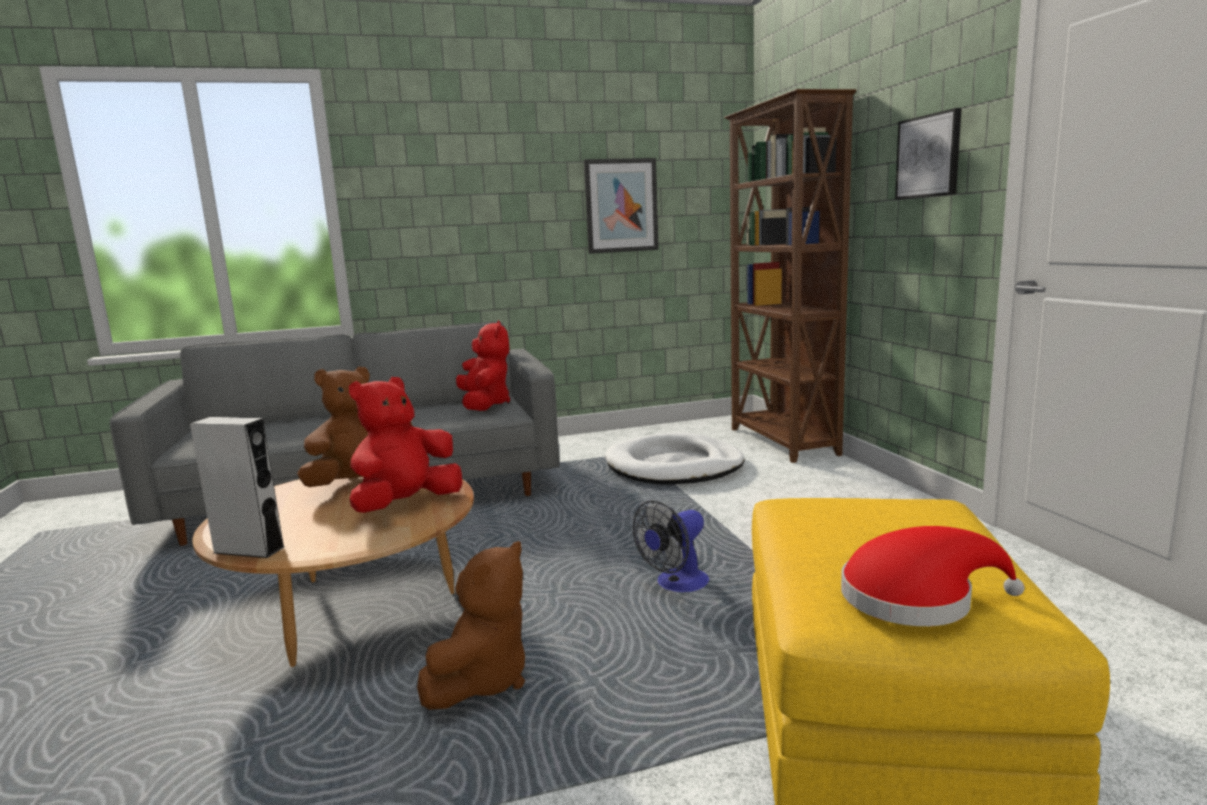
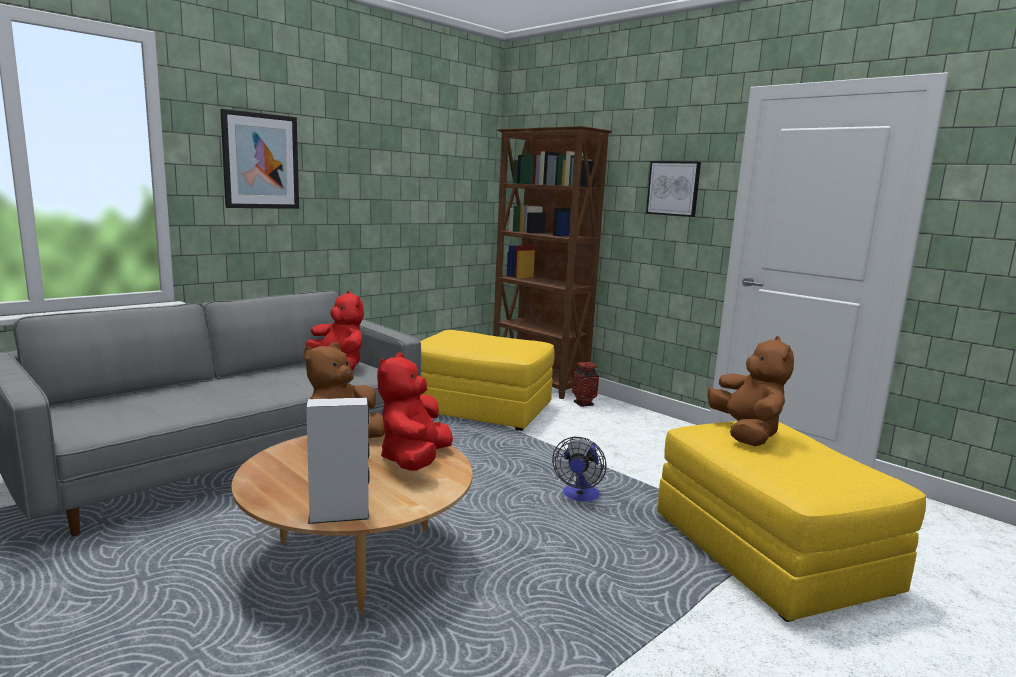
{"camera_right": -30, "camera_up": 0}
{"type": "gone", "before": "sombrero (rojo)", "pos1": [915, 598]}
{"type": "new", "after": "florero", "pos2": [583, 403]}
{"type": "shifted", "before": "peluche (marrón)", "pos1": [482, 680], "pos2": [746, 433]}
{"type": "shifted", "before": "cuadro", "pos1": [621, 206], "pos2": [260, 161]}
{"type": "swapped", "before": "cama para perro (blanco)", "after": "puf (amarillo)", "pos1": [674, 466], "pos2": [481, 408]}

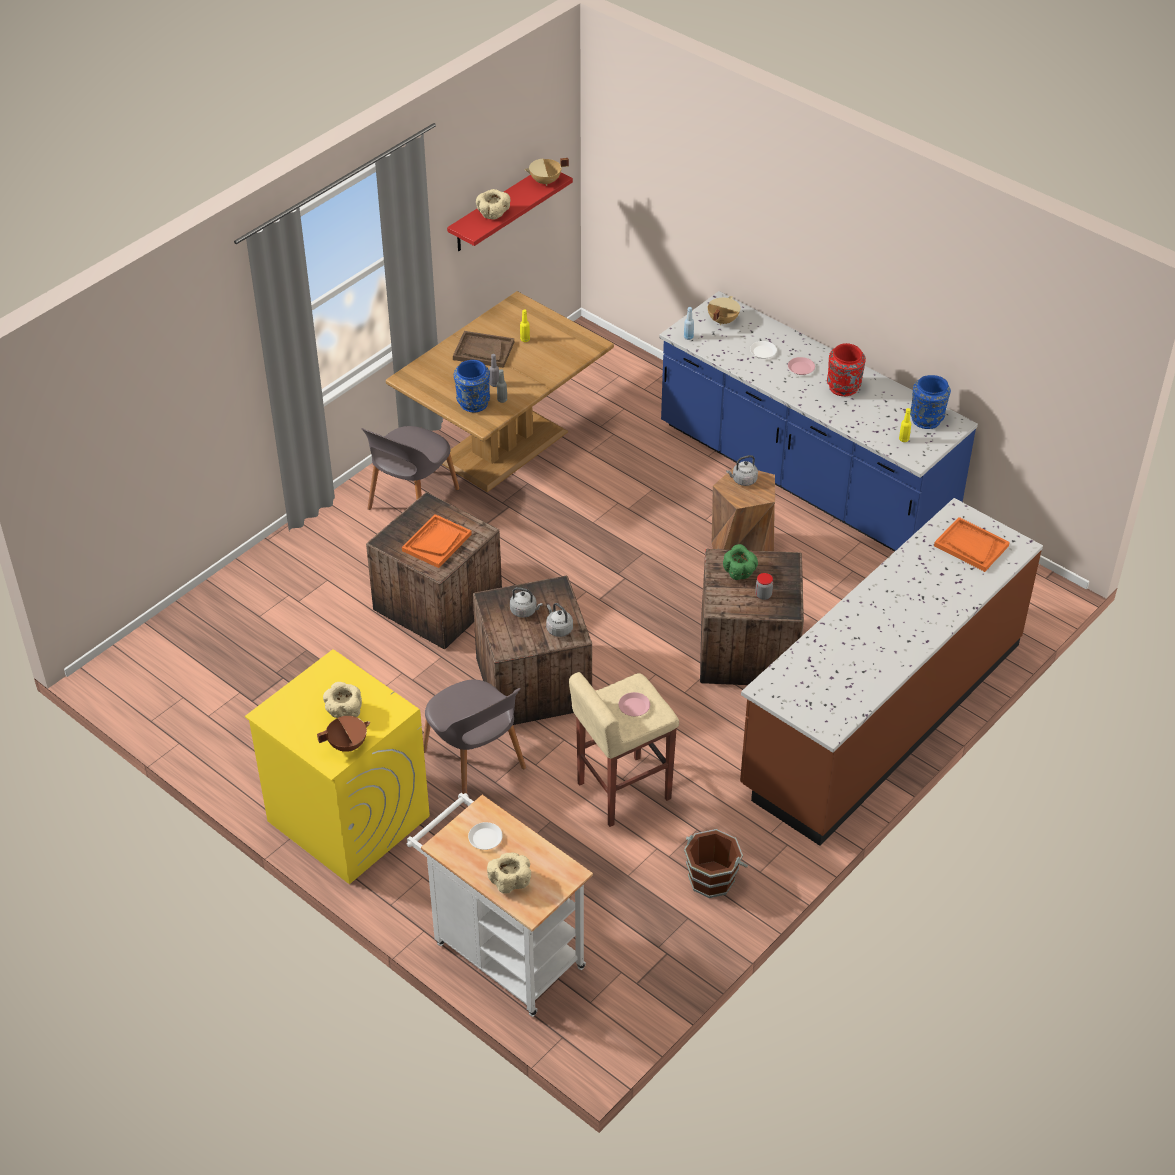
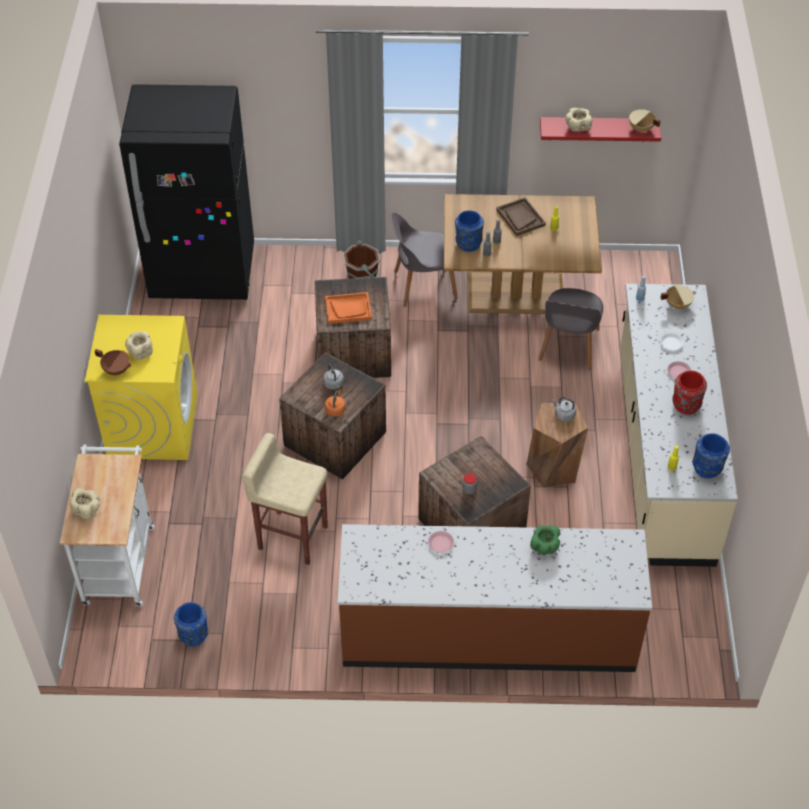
{"camera_right": 50, "camera_up": 5}
{"type": "gone", "before": "plato (blanco)", "pos1": [485, 838]}
{"type": "gone", "before": "bandeja (naranja)", "pos1": [971, 546]}
{"type": "new", "after": "nevera (negro)", "pos2": [203, 274]}
{"type": "new", "after": "florero (azul)", "pos2": [193, 635]}
{"type": "shifted", "before": "silla (gris)", "pos1": [475, 762], "pos2": [568, 346]}
{"type": "shifted", "before": "plato (rosa)", "pos1": [634, 707], "pos2": [440, 543]}
{"type": "shifted", "before": "cubo (marrón)", "pos1": [711, 878], "pos2": [362, 276]}
{"type": "shifted", "before": "cuenco (verde)", "pos1": [740, 572], "pos2": [545, 547]}
{"type": "repainted", "before": "hervidor (gris)", "after": "hervidor (naranja)", "pos1": [558, 628], "pos2": [335, 409]}
{"type": "repainted", "before": "mueble bajo de cocina (azul)", "after": "mueble bajo de cocina (beis)", "pos1": [804, 477], "pos2": [662, 456]}

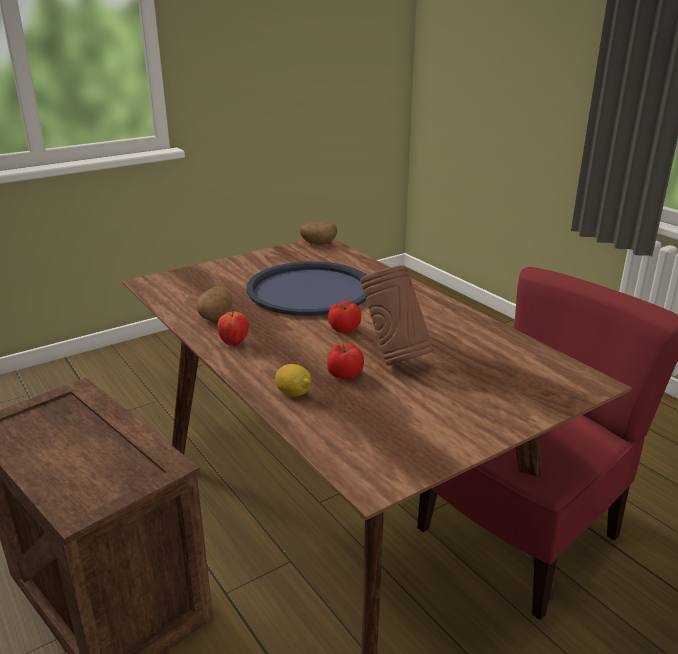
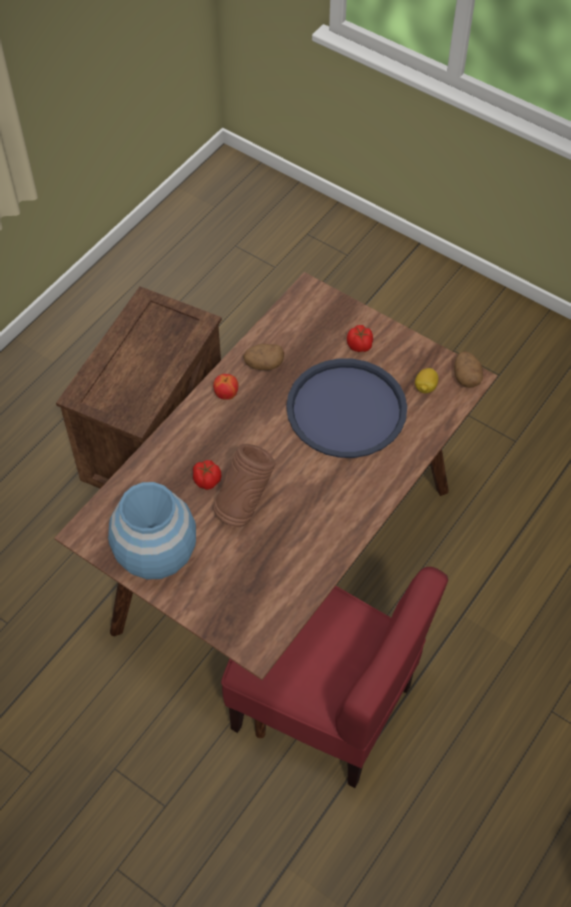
{"camera_right": 70, "camera_up": 30}
{"type": "new", "after": "florero (azul)", "pos2": [156, 555]}
{"type": "shifted", "before": "limón", "pos1": [293, 393], "pos2": [425, 387]}
{"type": "shifted", "before": "tomate", "pos1": [345, 329], "pos2": [360, 346]}

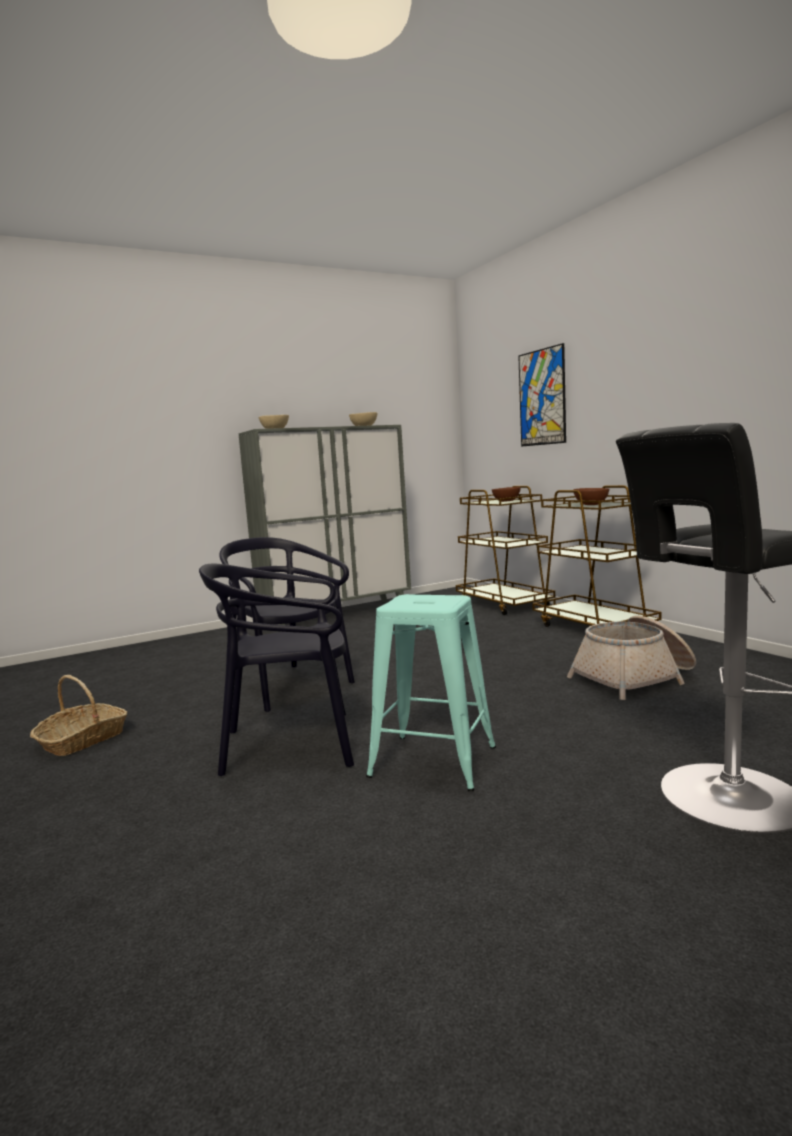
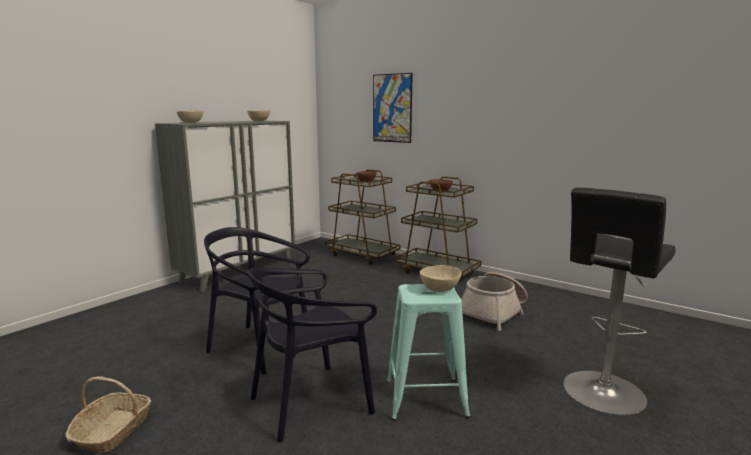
{"camera_right": -25, "camera_up": 5}
{"type": "new", "after": "cuenco (beis)", "pos2": [441, 289]}

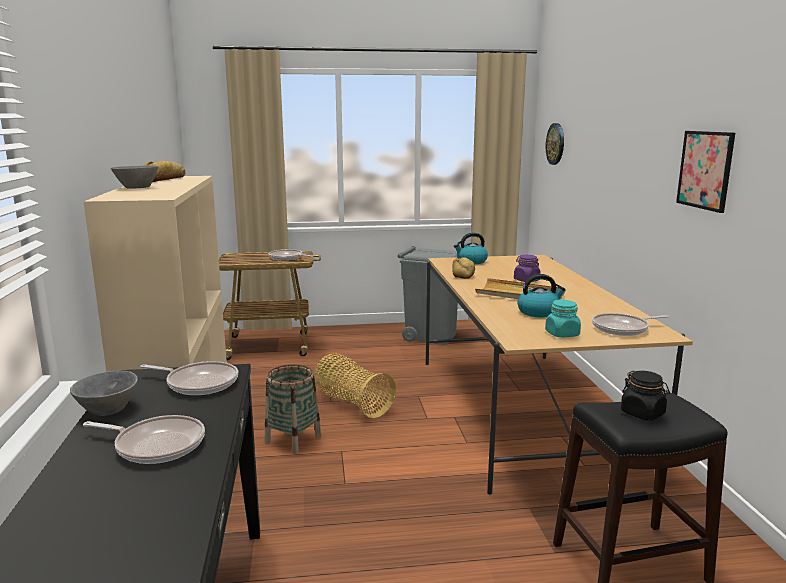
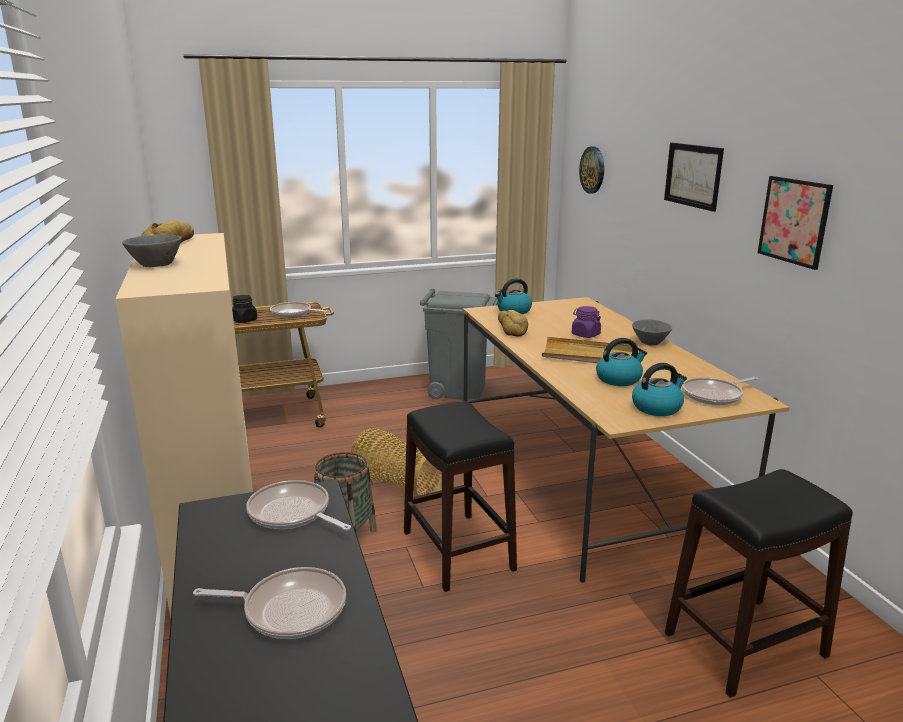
{"camera_right": -10, "camera_up": 5}
{"type": "new", "after": "taburete (negro)", "pos2": [457, 551]}
{"type": "new", "after": "cuadro", "pos2": [693, 175]}
{"type": "shifted", "before": "cuenco (gris)", "pos1": [106, 409], "pos2": [649, 342]}
{"type": "shifted", "before": "tarro (negro)", "pos1": [642, 413], "pos2": [244, 320]}
{"type": "swapped", "before": "tarro (turquesa)", "after": "hervidor", "pos1": [562, 334], "pos2": [657, 407]}
{"type": "rotated", "before": "sartén", "pos1": [199, 383], "pos2": [292, 513], "turn": -150}

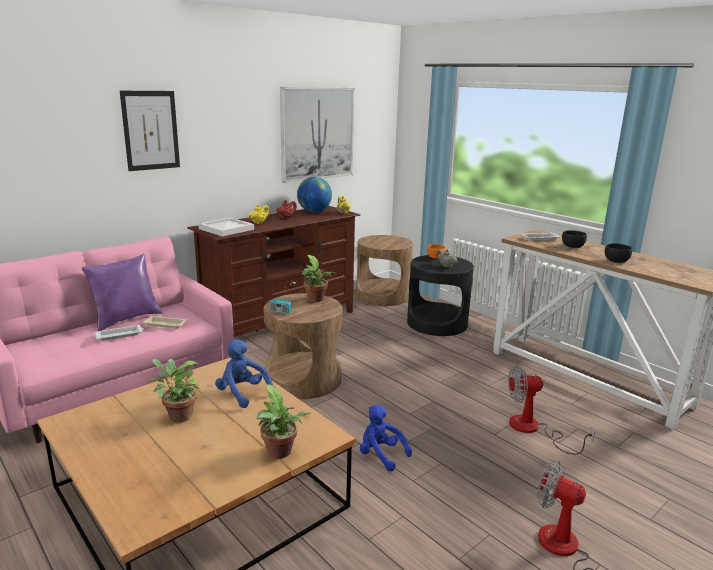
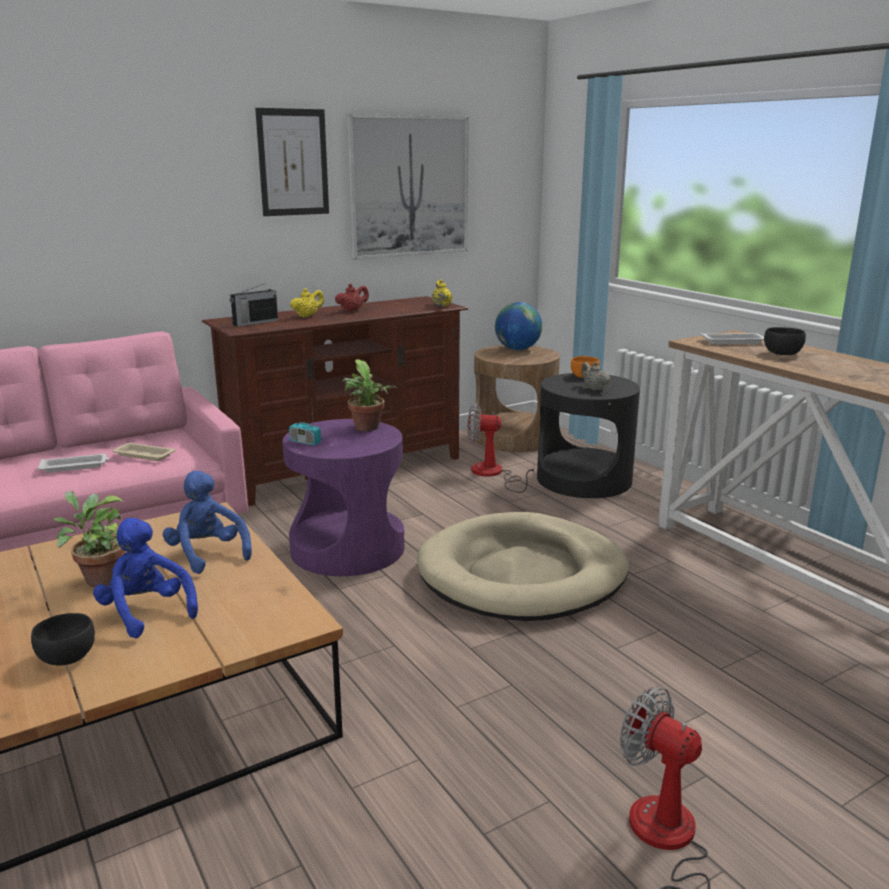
{"camera_right": 10, "camera_up": 0}
{"type": "gone", "before": "cojín (morado)", "pos1": [126, 319]}
{"type": "gone", "before": "planta en maceta", "pos1": [280, 453]}
{"type": "new", "after": "cama para perro (beis)", "pos2": [522, 574]}
{"type": "shifted", "before": "cuadro", "pos1": [150, 130], "pos2": [293, 162]}
{"type": "shifted", "before": "globo terráqueo", "pos1": [314, 212], "pos2": [517, 349]}
{"type": "shifted", "before": "peluche (azul)", "pos1": [381, 455], "pos2": [146, 612]}
{"type": "shifted", "before": "ventilador", "pos1": [533, 429], "pos2": [493, 474]}
{"type": "shifted", "before": "cuenco (negro)", "pos1": [616, 261], "pos2": [66, 657]}
{"type": "swapped", "before": "bandeja (blanco)", "after": "radio", "pos1": [226, 229], "pos2": [254, 323]}
{"type": "repainted", "before": "mesa auxiliar (marrón)", "after": "mesa auxiliar (morado)", "pos1": [304, 379], "pos2": [348, 548]}

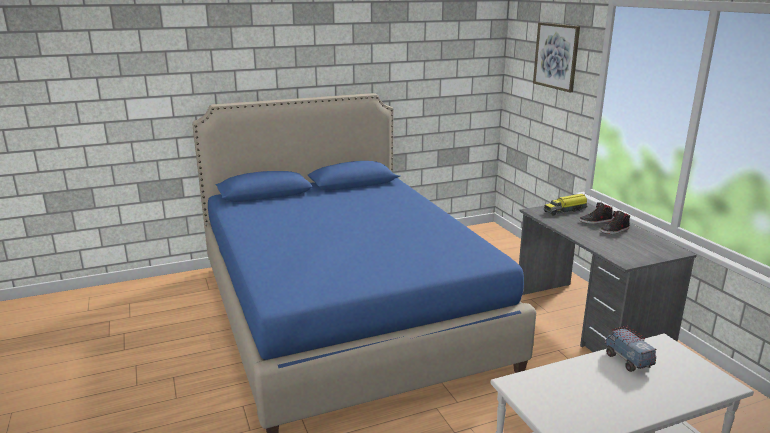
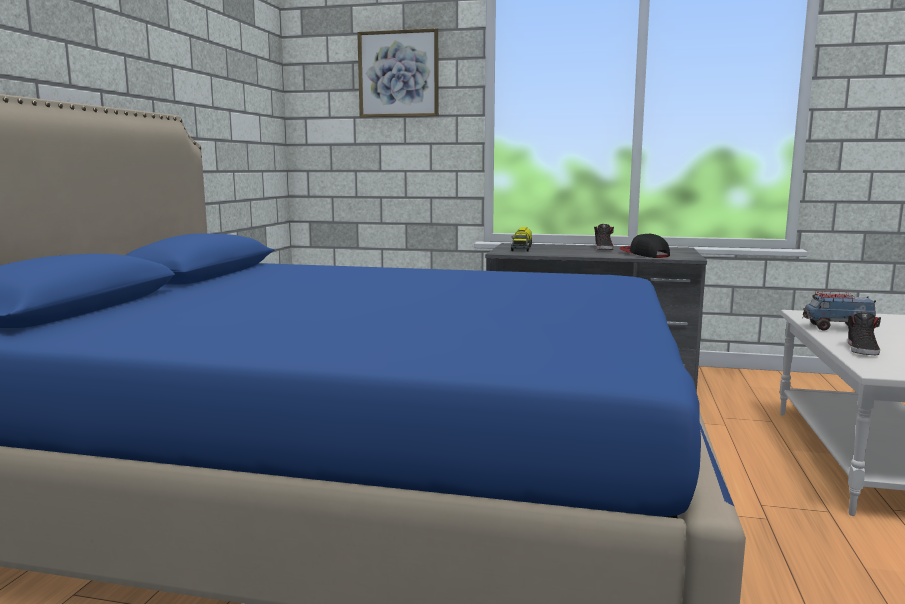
{"camera_right": -55, "camera_up": -10}
{"type": "new", "after": "gorra", "pos2": [644, 254]}
{"type": "shifted", "before": "zapato (negro)", "pos1": [596, 221], "pos2": [862, 350]}

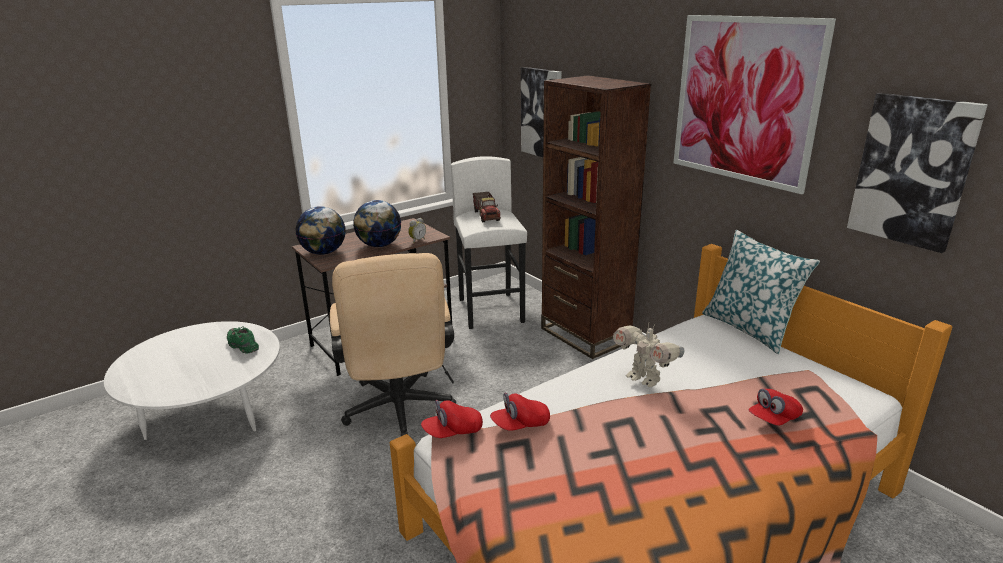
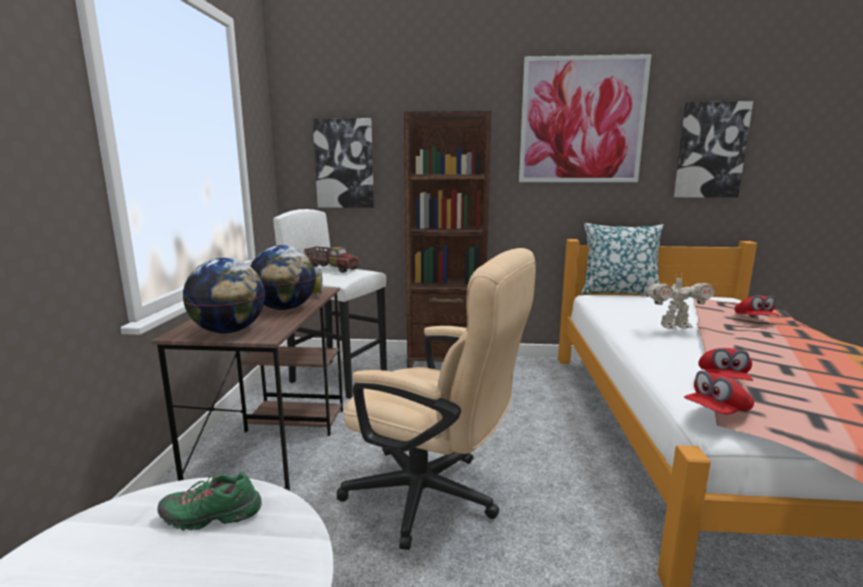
{"camera_right": -50, "camera_up": -10}
{"type": "rotated", "before": "gorra (rojo)", "pos1": [452, 432], "pos2": [716, 412], "turn": 45}

